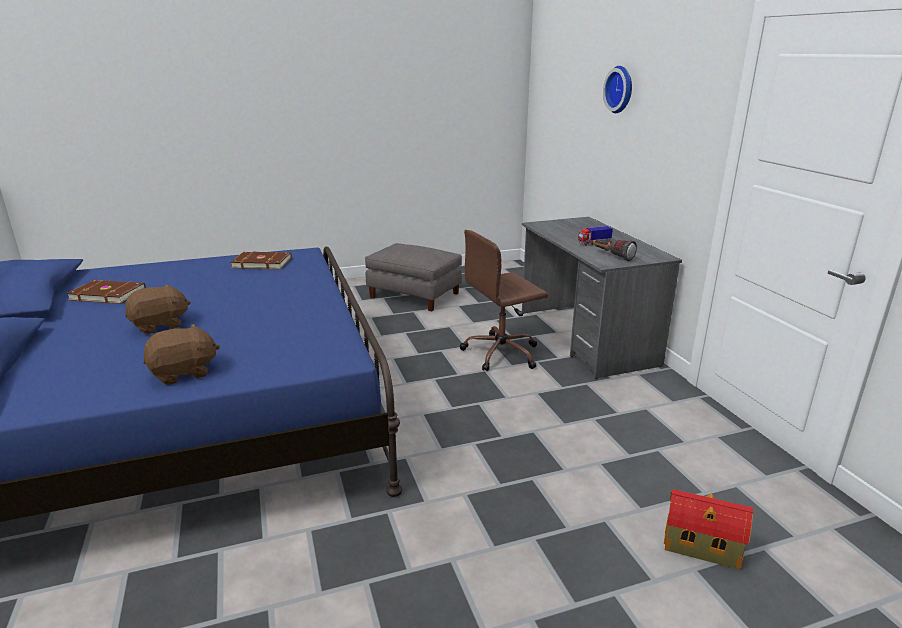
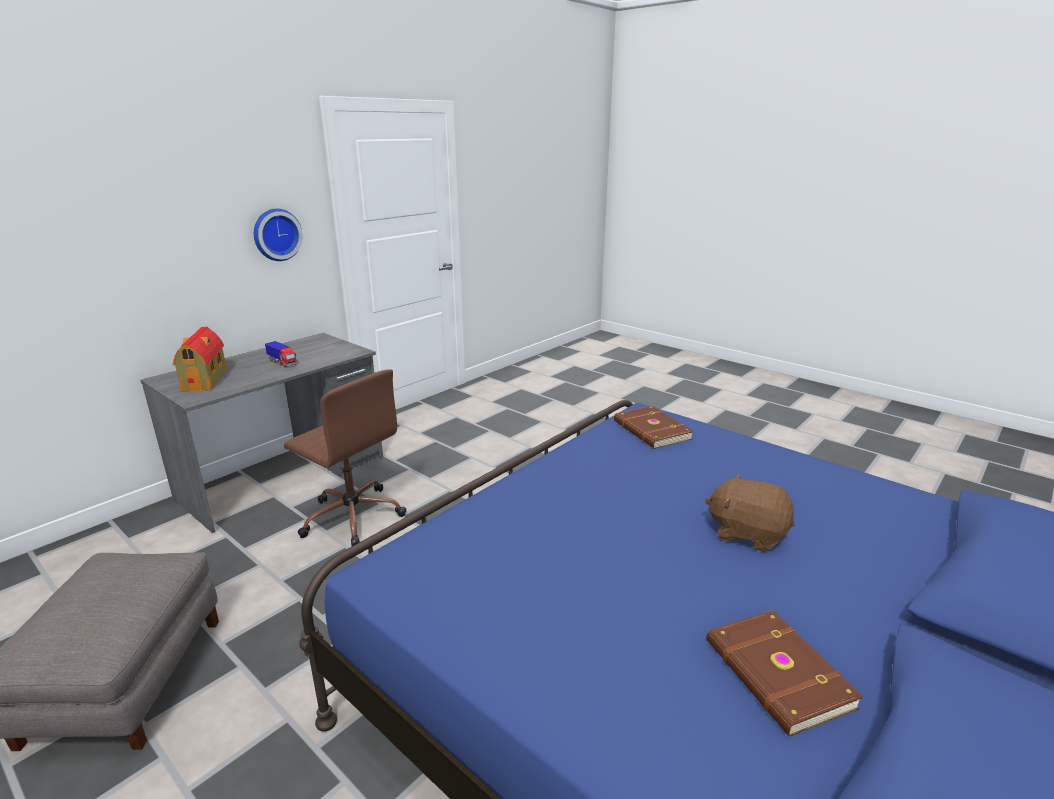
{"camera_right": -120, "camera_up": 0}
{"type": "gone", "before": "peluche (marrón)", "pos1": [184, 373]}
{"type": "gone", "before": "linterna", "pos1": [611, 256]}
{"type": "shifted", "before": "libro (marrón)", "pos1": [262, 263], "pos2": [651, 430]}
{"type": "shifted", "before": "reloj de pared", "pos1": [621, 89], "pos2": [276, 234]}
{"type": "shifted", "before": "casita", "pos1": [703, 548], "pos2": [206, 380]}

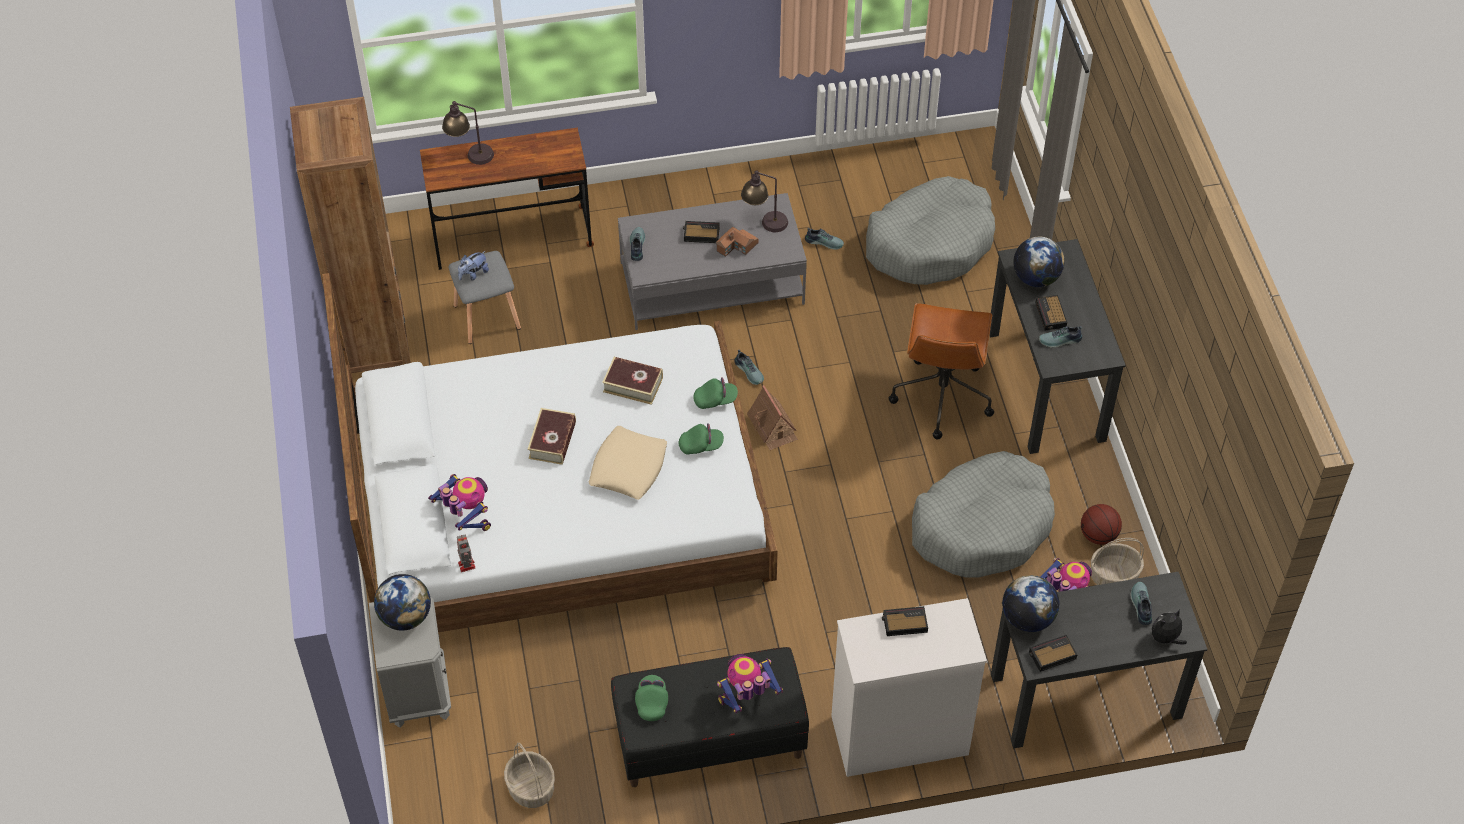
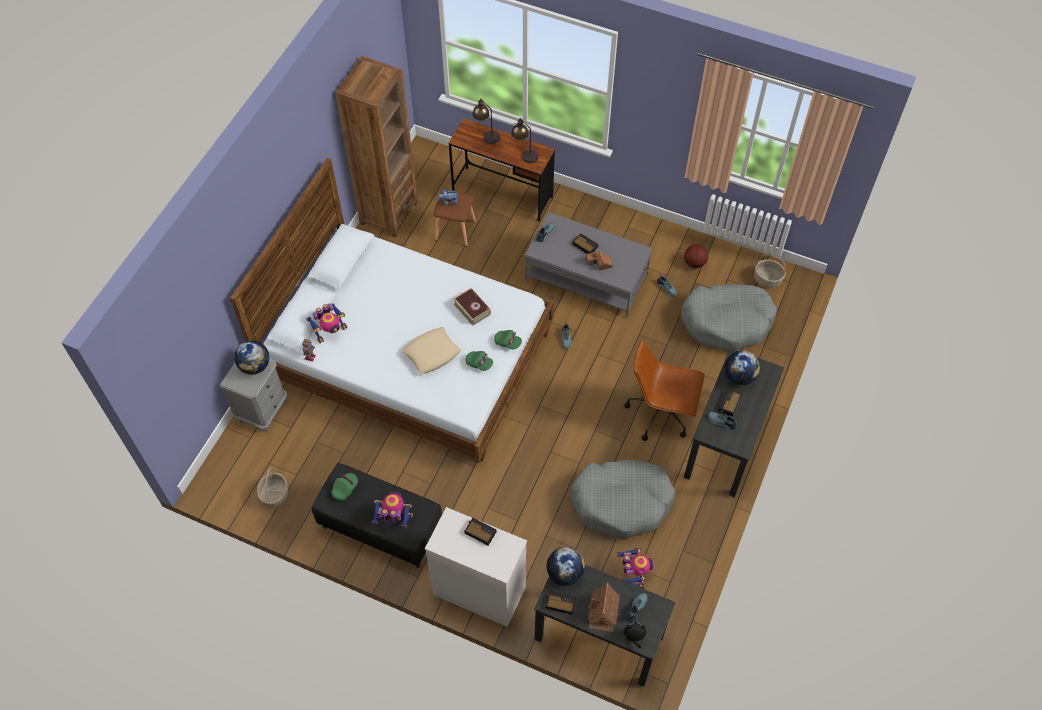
{"camera_right": 35, "camera_up": 5}
{"type": "gone", "before": "libro", "pos1": [552, 441]}
{"type": "shifted", "before": "lámpara de mesa", "pos1": [764, 222], "pos2": [524, 154]}
{"type": "shifted", "before": "casita", "pos1": [773, 427], "pos2": [603, 611]}
{"type": "shifted", "before": "balón de baloncesto", "pos1": [1098, 535], "pos2": [694, 263]}
{"type": "shifted", "before": "cesta", "pos1": [1114, 576], "pos2": [768, 279]}
{"type": "repainted", "before": "taburete (gris)", "after": "taburete (marrón)", "pos1": [486, 317], "pos2": [454, 230]}
{"type": "rotated", "before": "robot de juguete", "pos1": [465, 517], "pos2": [330, 331], "turn": 60}
{"type": "rotated", "before": "silla de oficina (marrón)", "pos1": [941, 395], "pos2": [661, 413], "turn": 60}

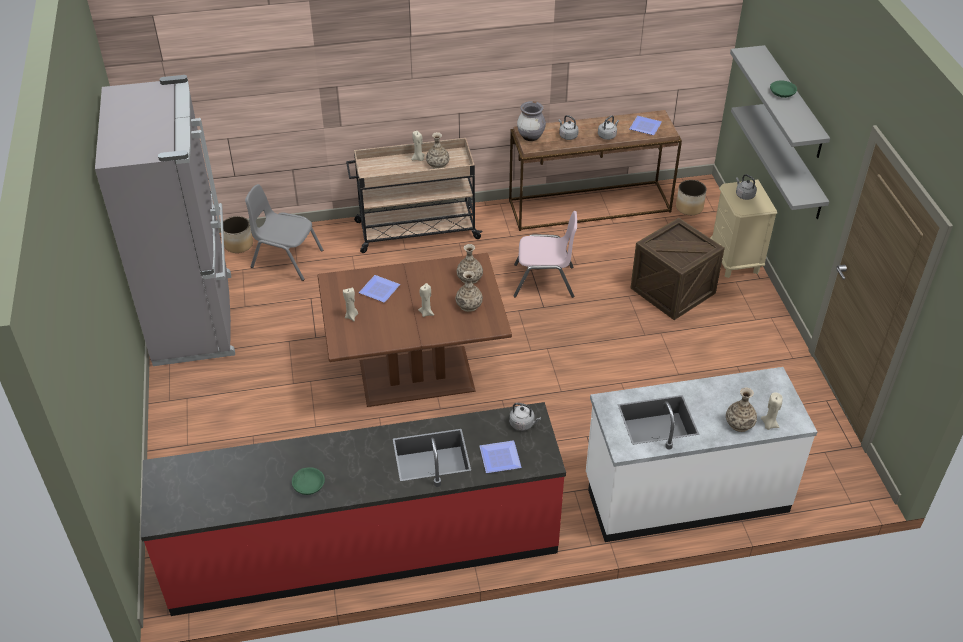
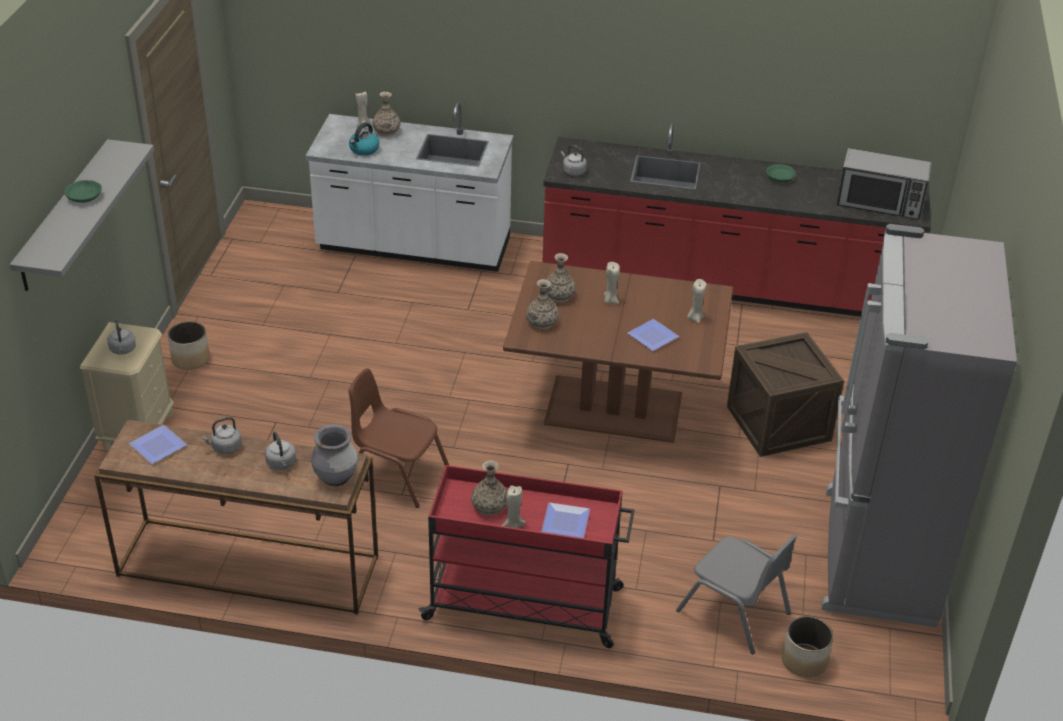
{"camera_right": -160, "camera_up": -5}
{"type": "gone", "before": "estante (gris)", "pos1": [792, 162]}
{"type": "new", "after": "hervidor", "pos2": [364, 149]}
{"type": "new", "after": "microondas", "pos2": [880, 203]}
{"type": "shifted", "before": "plato", "pos1": [499, 459], "pos2": [567, 521]}
{"type": "shifted", "before": "caja de embalaje", "pos1": [672, 290], "pos2": [778, 423]}
{"type": "shifted", "before": "maceta", "pos1": [689, 208], "pos2": [190, 359]}
{"type": "repainted", "before": "carrito (beis)", "after": "carrito (rojo)", "pos1": [415, 230], "pos2": [526, 604]}
{"type": "repainted", "before": "silla (rosa)", "after": "silla (marrón)", "pos1": [544, 281], "pos2": [396, 473]}

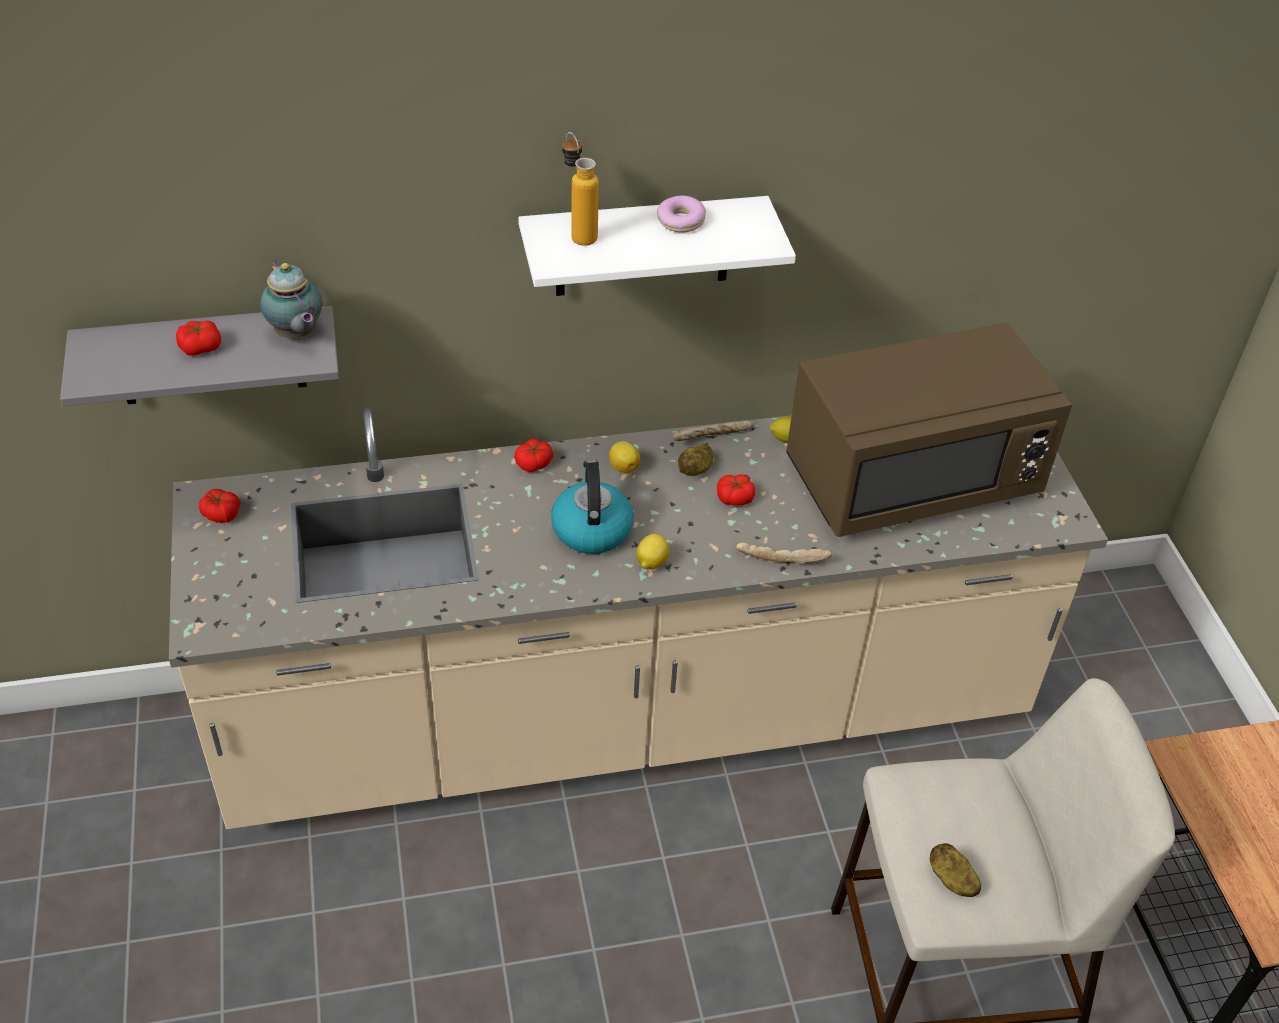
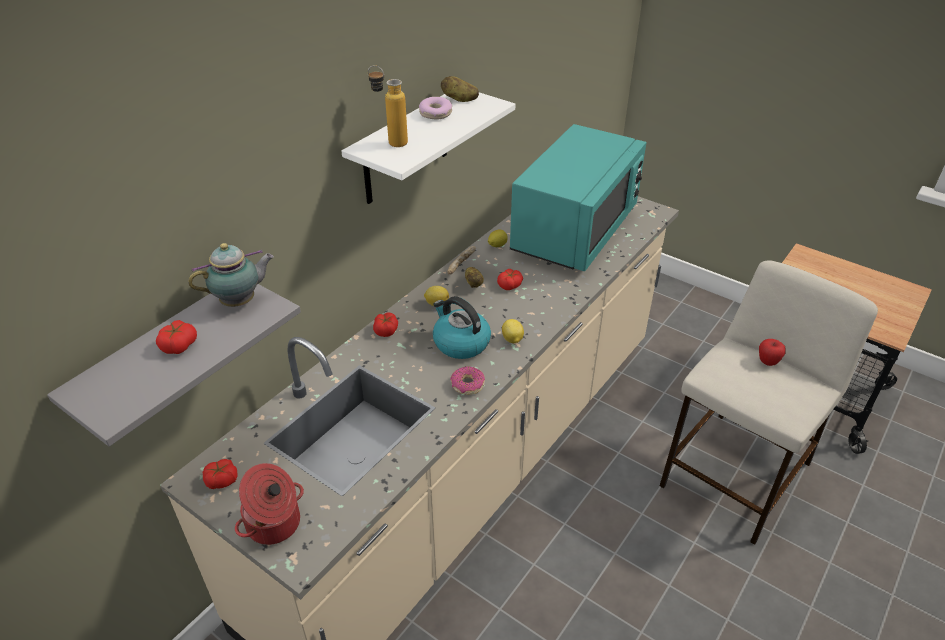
{"camera_right": -40, "camera_up": -5}
{"type": "gone", "before": "pan", "pos1": [782, 557]}
{"type": "new", "after": "olla", "pos2": [274, 524]}
{"type": "new", "after": "rosquilla", "pos2": [467, 385]}
{"type": "new", "after": "manzana", "pos2": [767, 362]}
{"type": "shifted", "before": "patata", "pos1": [951, 880], "pos2": [459, 99]}
{"type": "repainted", "before": "microondas (marrón)", "after": "microondas (turquesa)", "pos1": [912, 479], "pos2": [574, 231]}
{"type": "rotated", "before": "tetera", "pos1": [296, 335], "pos2": [241, 301], "turn": -45}

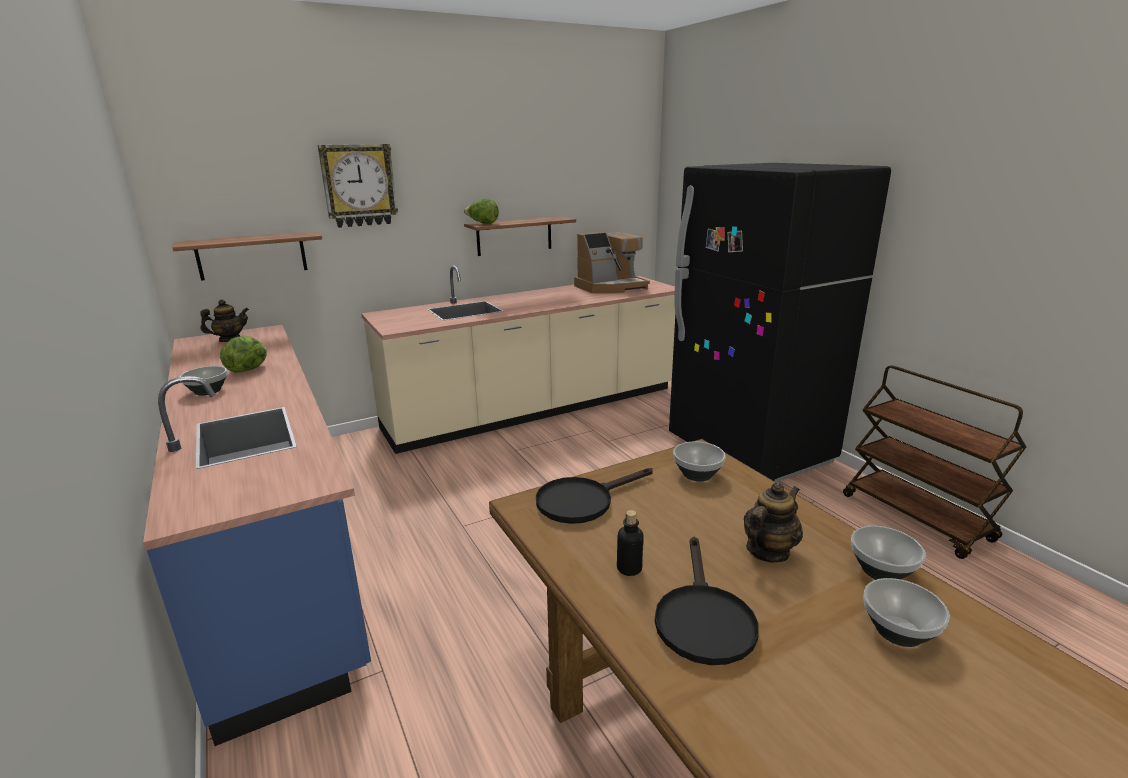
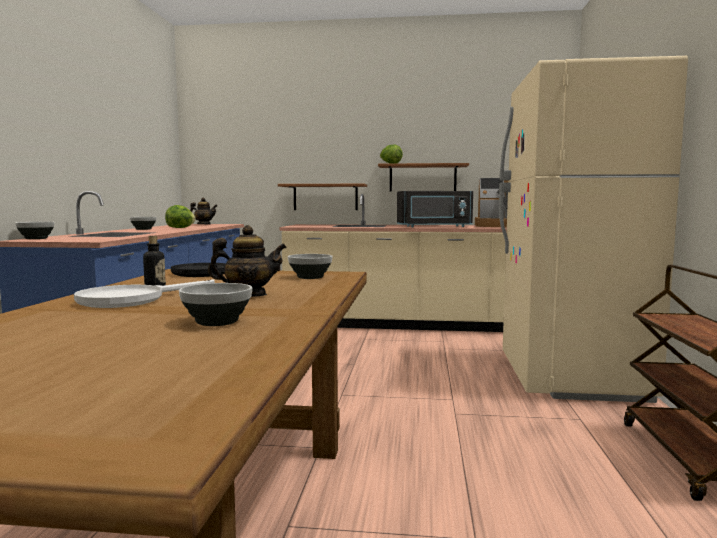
{"camera_right": 35, "camera_up": -15}
{"type": "gone", "before": "reloj de pared", "pos1": [359, 185]}
{"type": "new", "after": "microondas (negro)", "pos2": [434, 226]}
{"type": "shifted", "before": "estante", "pos1": [252, 255], "pos2": [325, 197]}
{"type": "shifted", "before": "cuenco", "pos1": [882, 570], "pos2": [36, 238]}
{"type": "repainted", "before": "sartén (negro)", "after": "sartén (blanco)", "pos1": [702, 617], "pos2": [132, 299]}
{"type": "repainted", "before": "nevera (negro)", "after": "nevera (beis)", "pos1": [749, 450], "pos2": [571, 378]}

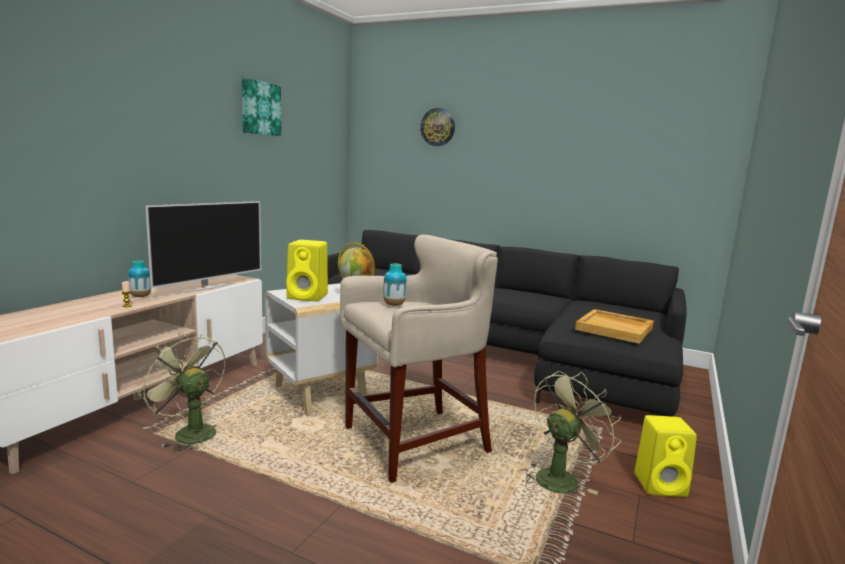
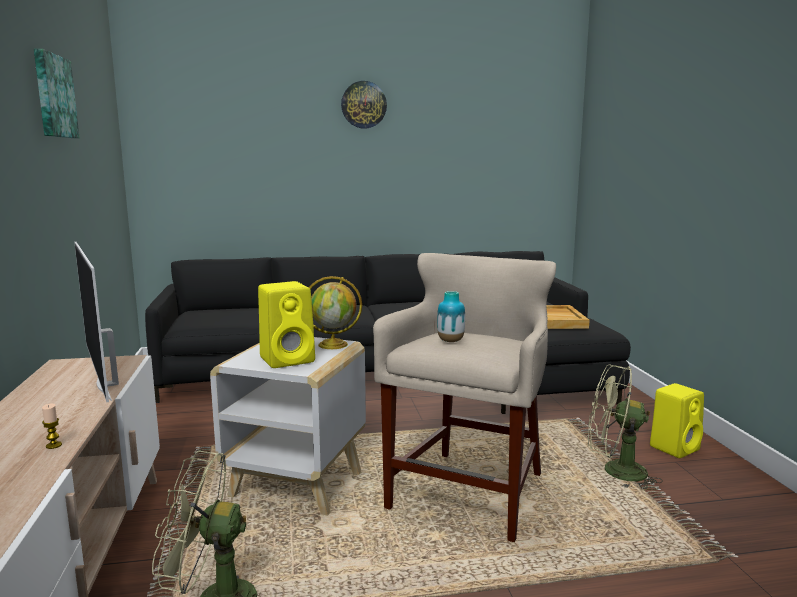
{"camera_right": -35, "camera_up": 0}
{"type": "gone", "before": "florero", "pos1": [140, 296]}
{"type": "shifted", "before": "reloj de pared", "pos1": [438, 127], "pos2": [363, 105]}
{"type": "rotated", "before": "televisor", "pos1": [208, 287], "pos2": [107, 384], "turn": 150}
{"type": "rotated", "before": "ventilador (verde)", "pos1": [561, 477], "pos2": [615, 472], "turn": -90}

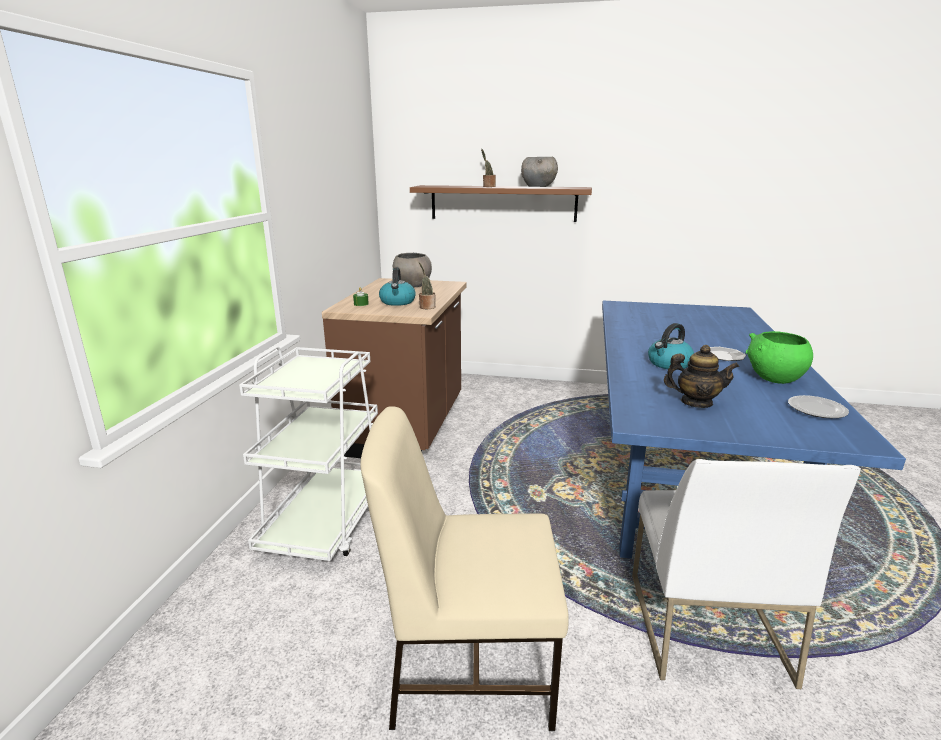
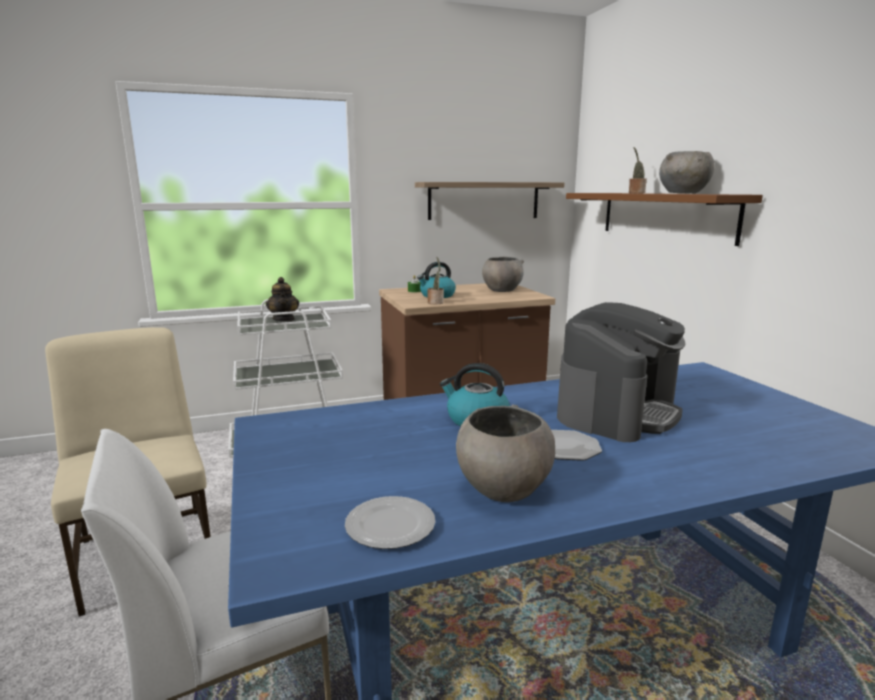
{"camera_right": 60, "camera_up": -5}
{"type": "new", "after": "estante", "pos2": [484, 200]}
{"type": "new", "after": "cafetera", "pos2": [617, 412]}
{"type": "shifted", "before": "tetera", "pos1": [696, 403], "pos2": [284, 319]}
{"type": "repainted", "before": "cuenco (verde)", "after": "cuenco (gris)", "pos1": [774, 379], "pos2": [503, 489]}

